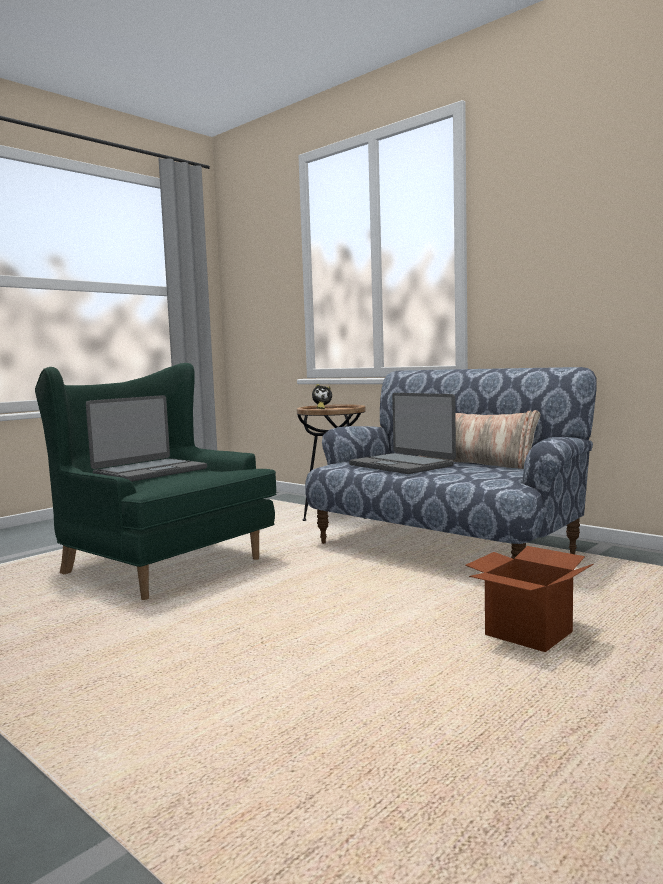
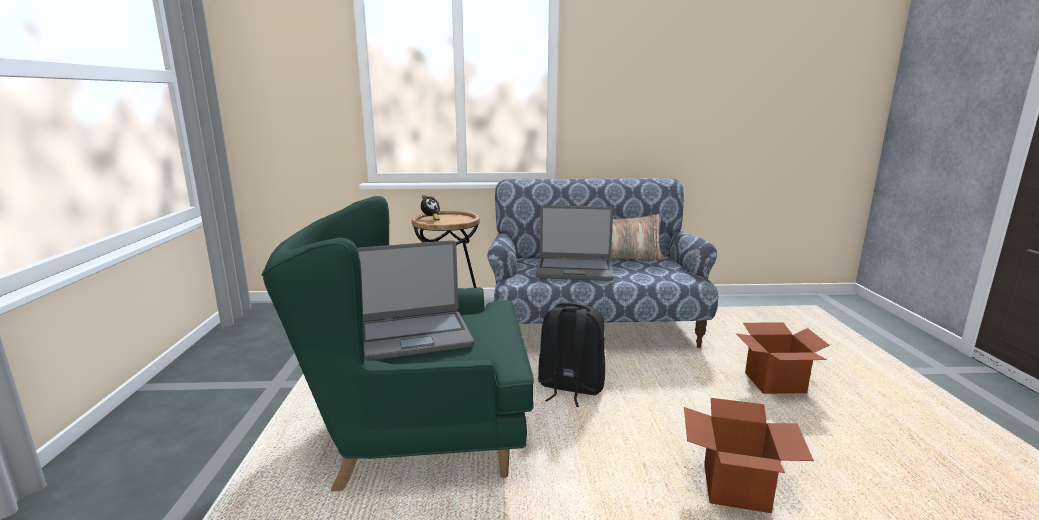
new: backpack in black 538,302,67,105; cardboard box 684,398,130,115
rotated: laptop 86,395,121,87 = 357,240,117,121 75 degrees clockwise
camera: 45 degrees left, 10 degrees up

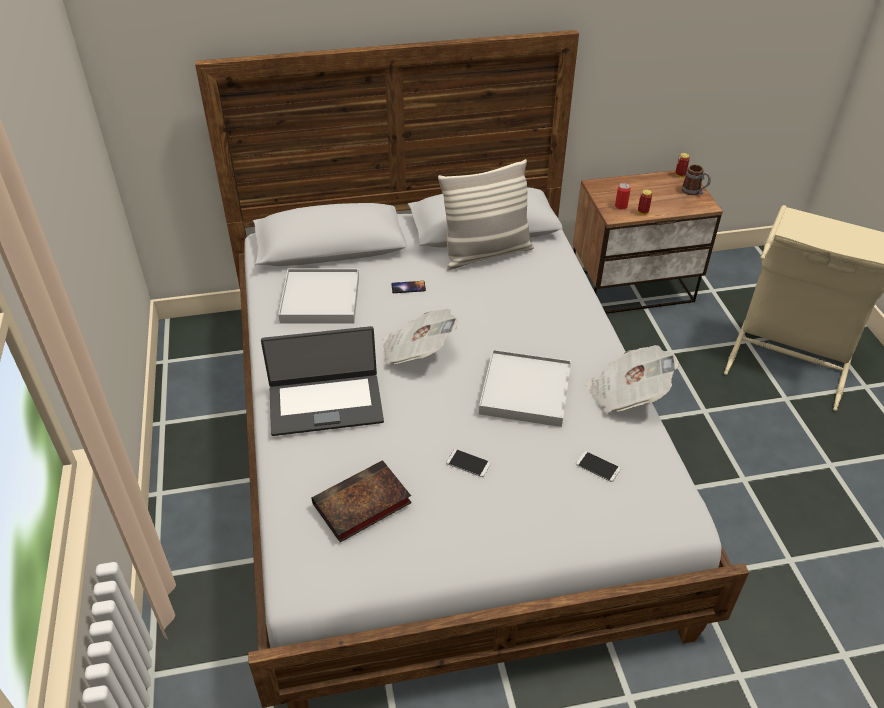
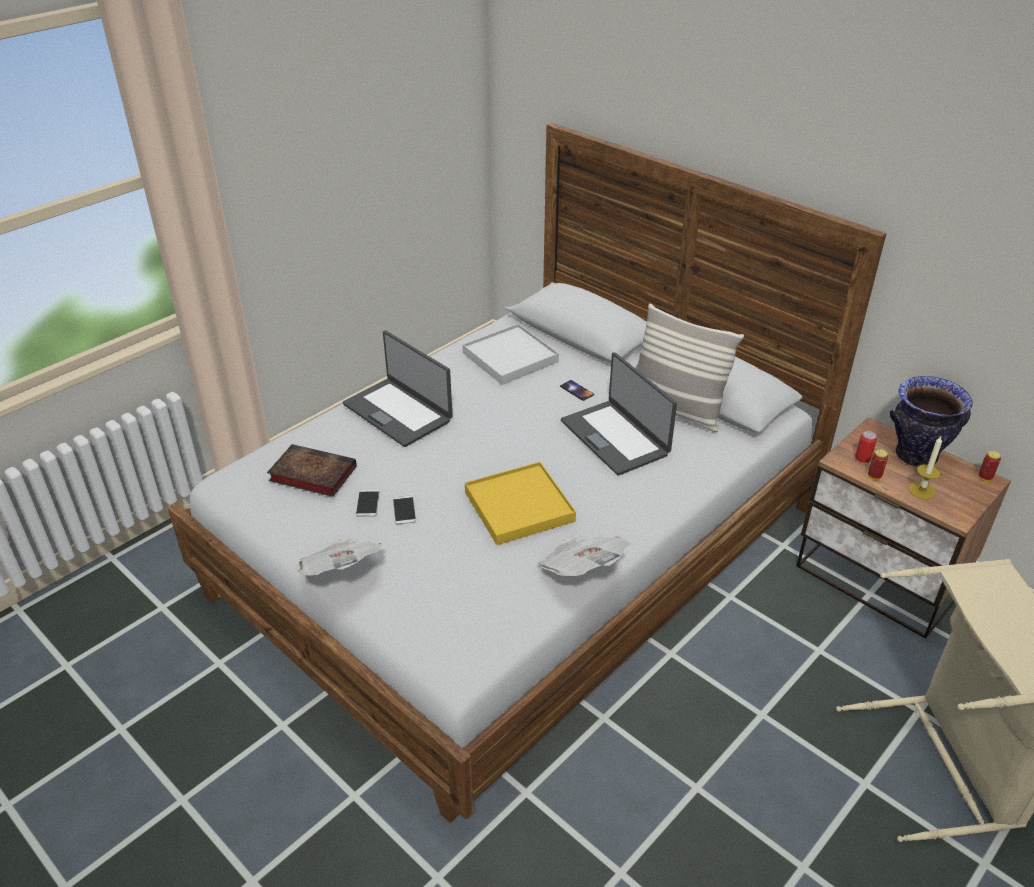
gone: tea mug 682,165,29,30
new: laptop 561,352,116,124; vase 890,376,82,91; wax candle 908,436,34,63
shifted: daily paper 382,308,76,57 to 297,538,85,38; phone 576,451,45,31 to 356,490,23,27
repainted: tray in white-coloured 479,350,92,77 to tray in yellowish 465,462,111,83
camera: 55 degrees right, 5 degrees down

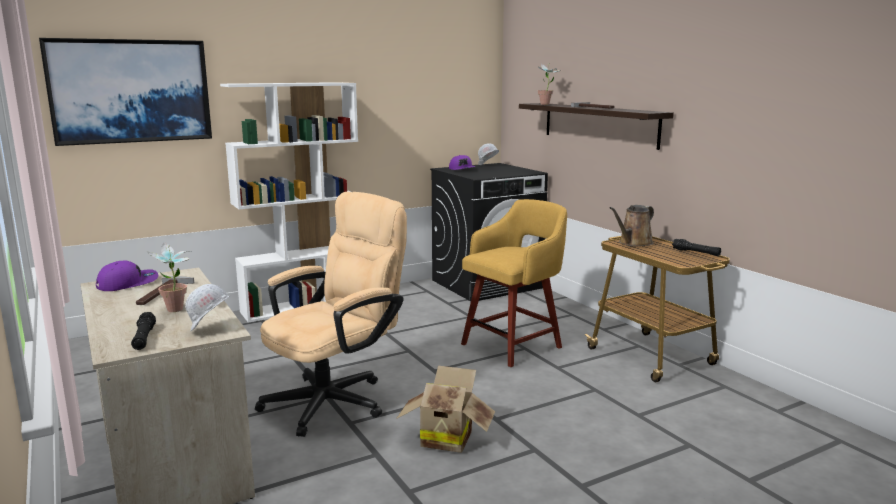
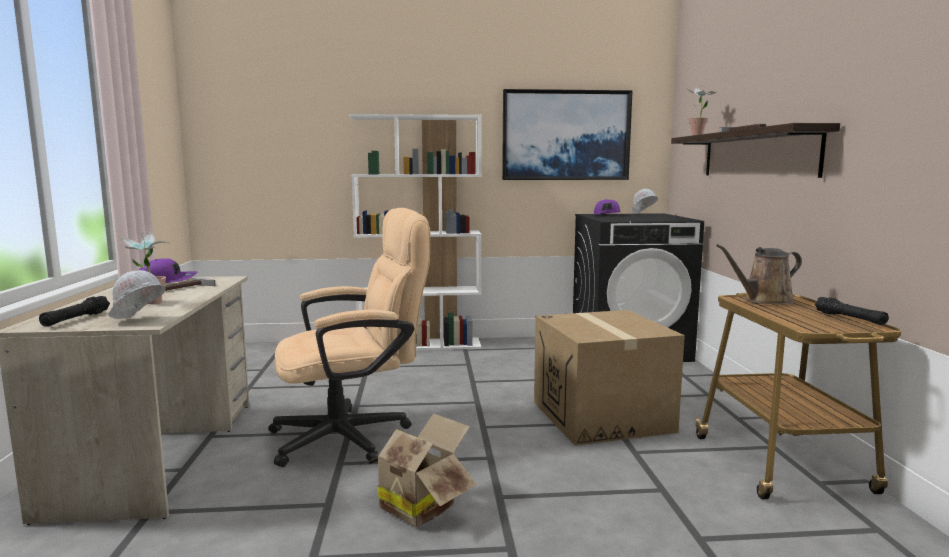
shifted: wall picture 39,38,173,108 to 502,89,131,91
swapped: sitting stool in yellowish 461,199,106,168 to cardboard box 534,310,151,135
camera: 25 degrees right, 5 degrees down

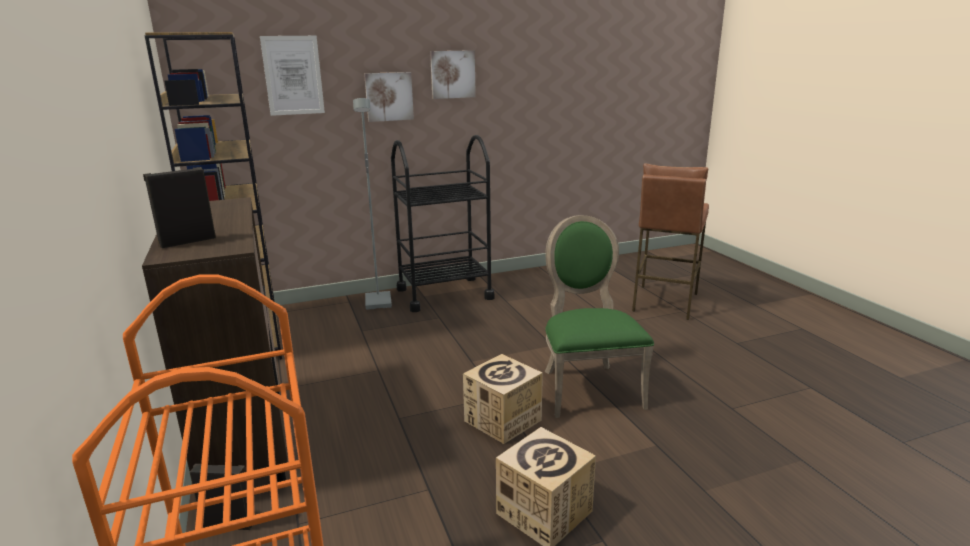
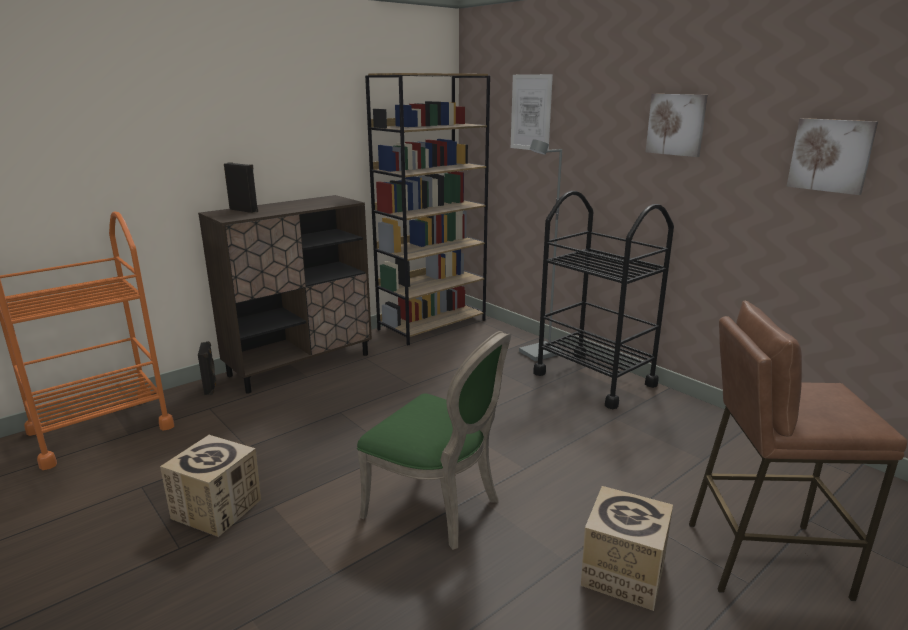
shifted: wall picture 364,72,50,50 to 786,118,92,77; cardboard box 463,354,80,90 to 581,486,92,125
rotated: upright chair in green-coloured 545,215,109,203 = 357,331,154,219 60 degrees clockwise
camera: 70 degrees right, 0 degrees up

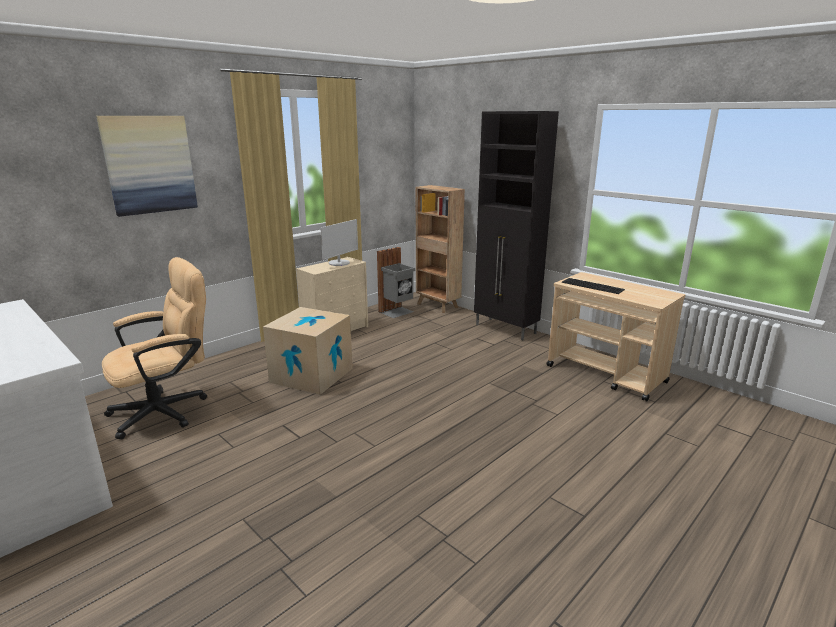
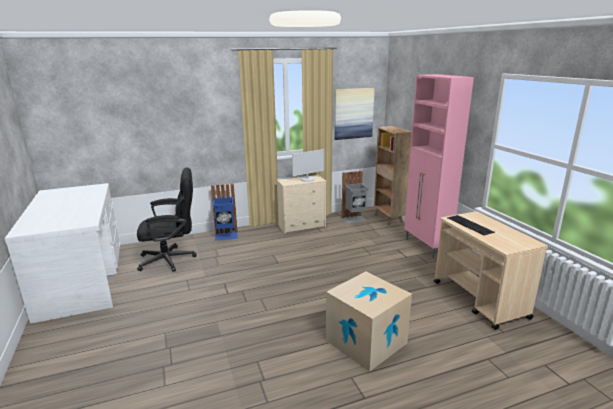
new: trash can in blue 211,184,27,56
shifted: wall picture 96,116,102,101 to 334,88,40,52; cardboard box 263,307,90,88 to 326,271,86,100
repainted: cabinet in black 474,111,85,229 to cabinet in pinkish 404,74,70,184; office chair in sand-coloured 102,257,105,182 to office chair in black 137,168,60,104
camera: 25 degrees right, 0 degrees up

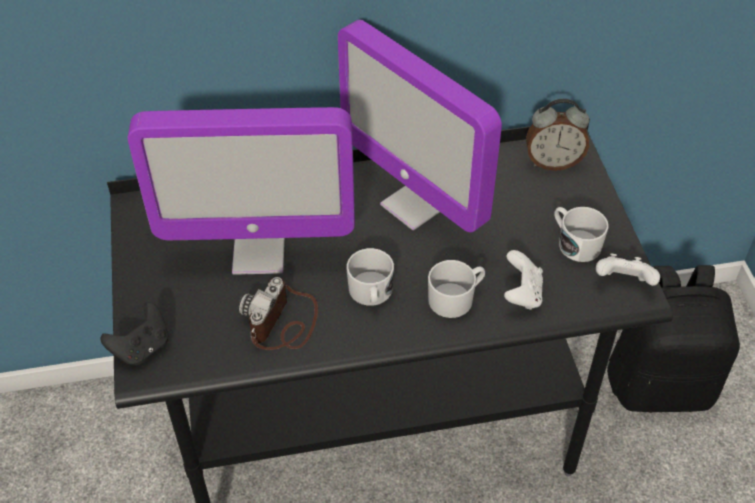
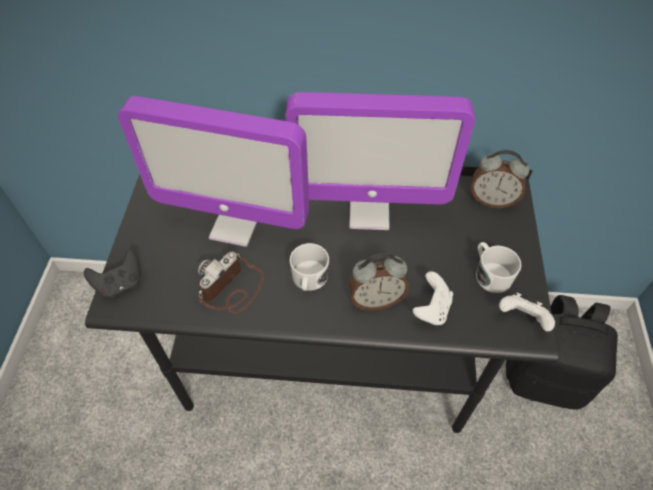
swapped: tea mug in white-coloured 428,260,57,58 to table clock 348,254,61,57
rotated: computer display 338,20,164,212 = 285,92,190,138 60 degrees counterclockwise
camera: 15 degrees right, 5 degrees up

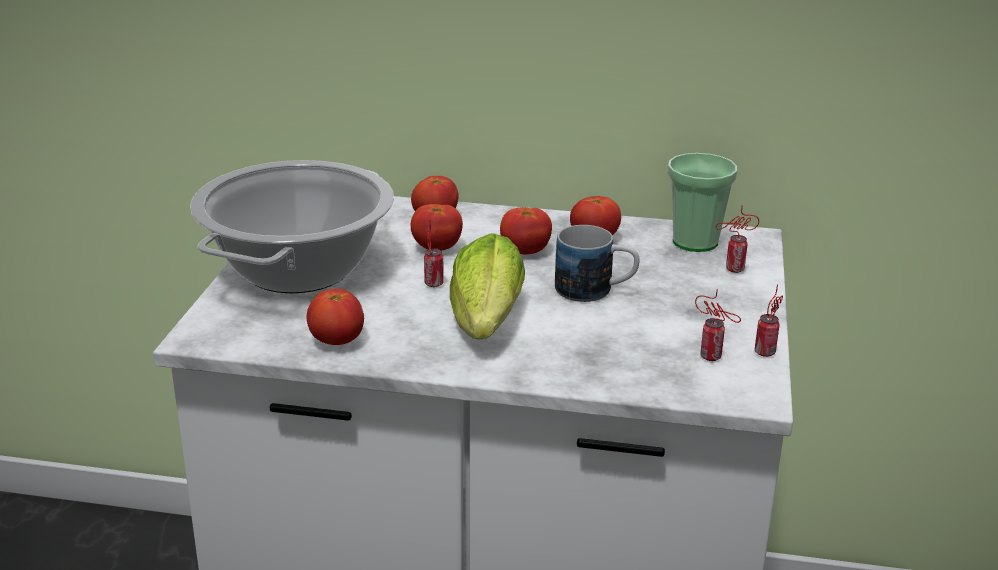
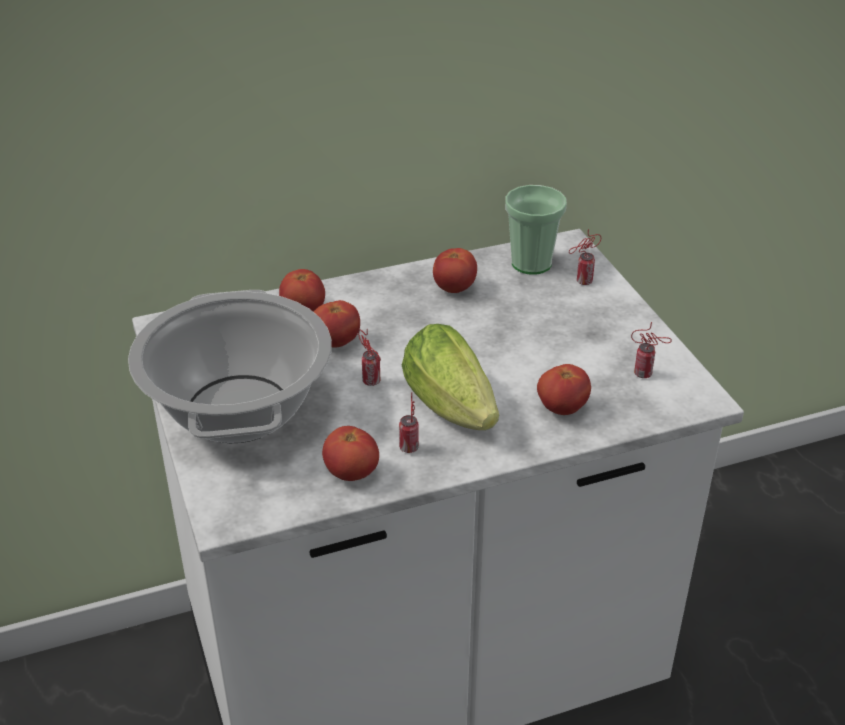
gone: tea mug 555,225,84,77
shifted: whole tomato 500,208,52,46 to 537,364,54,51; can 755,284,28,73 to 399,392,20,61
camera: 30 degrees left, 10 degrees up

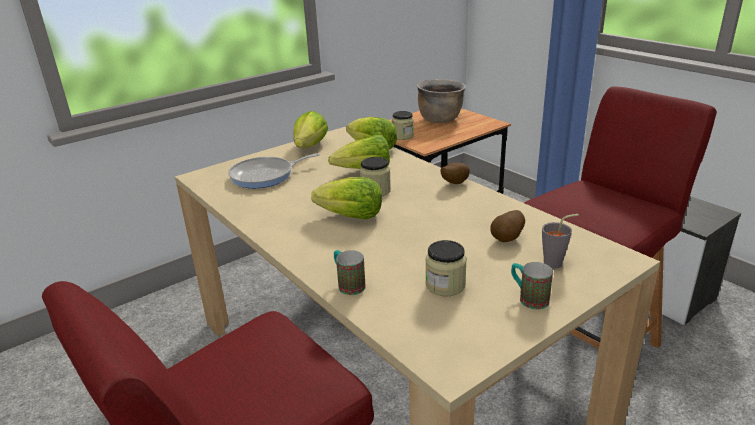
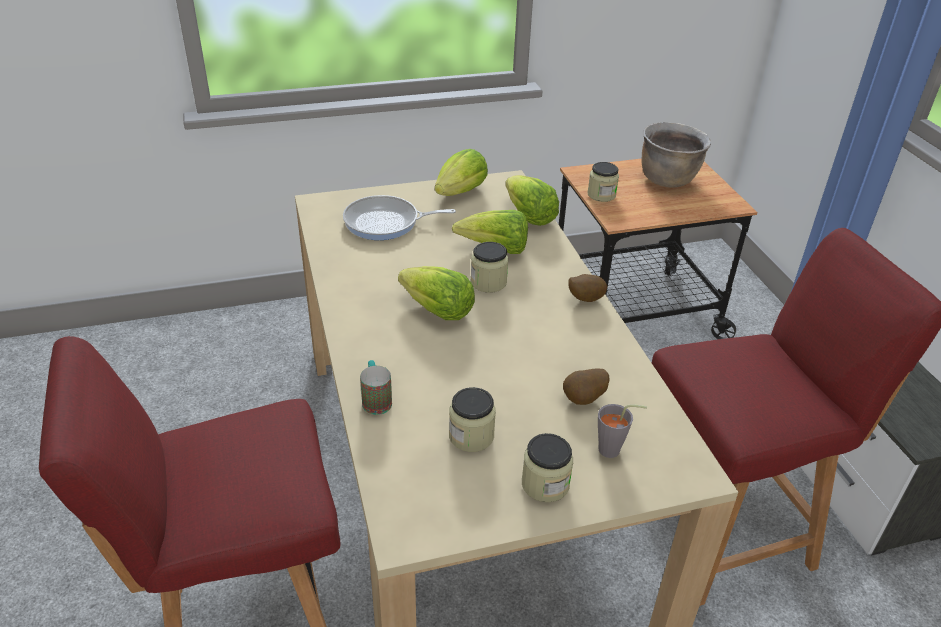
swapped: tea mug 511,262,42,48 to jar 522,433,51,69
camera: 20 degrees right, 10 degrees up

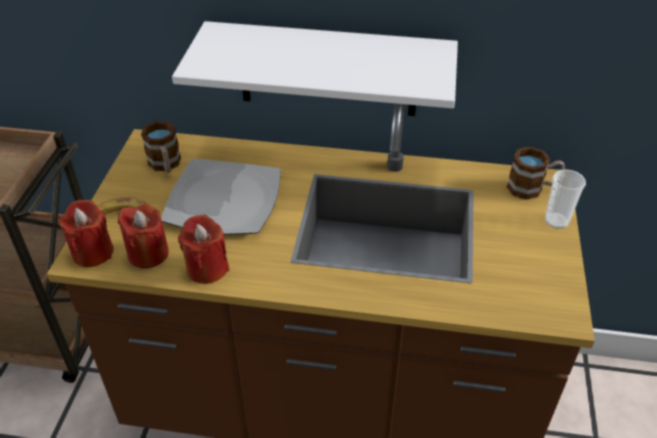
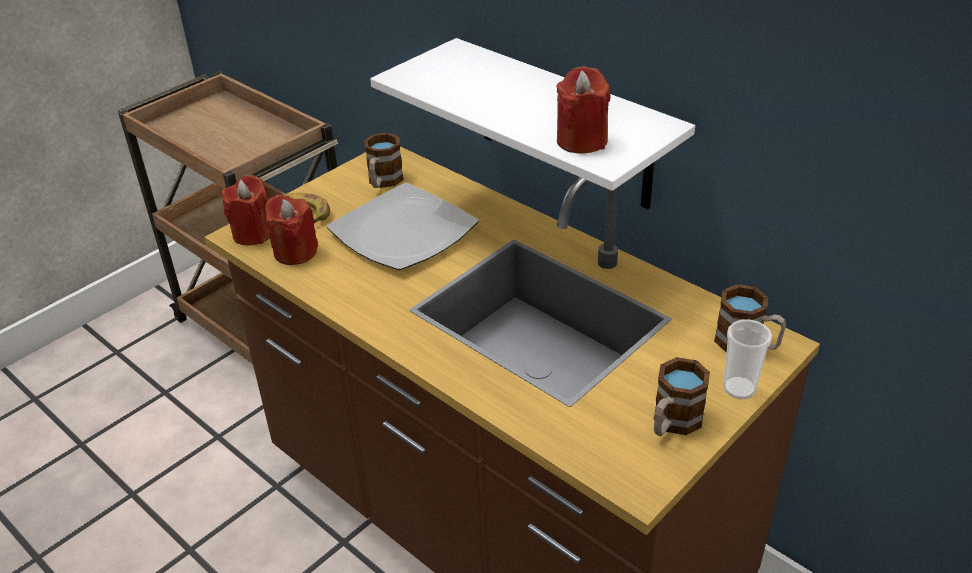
new: tea mug 654,357,56,79
shifted: wax candle in reddish 178,215,51,69 to 556,66,55,87
camera: 35 degrees right, 5 degrees down

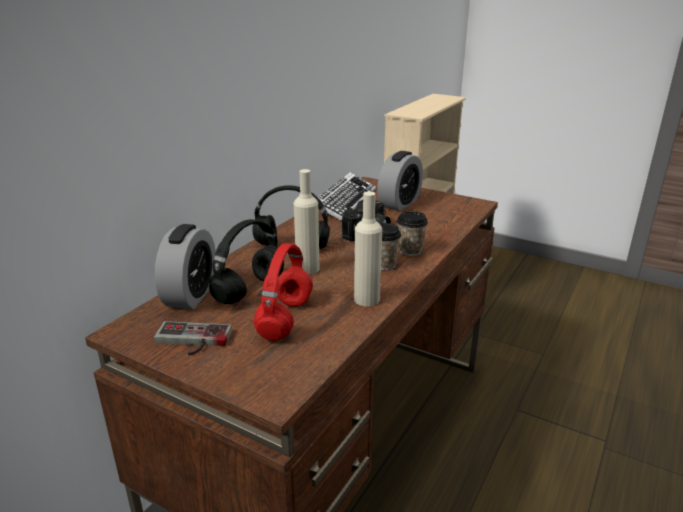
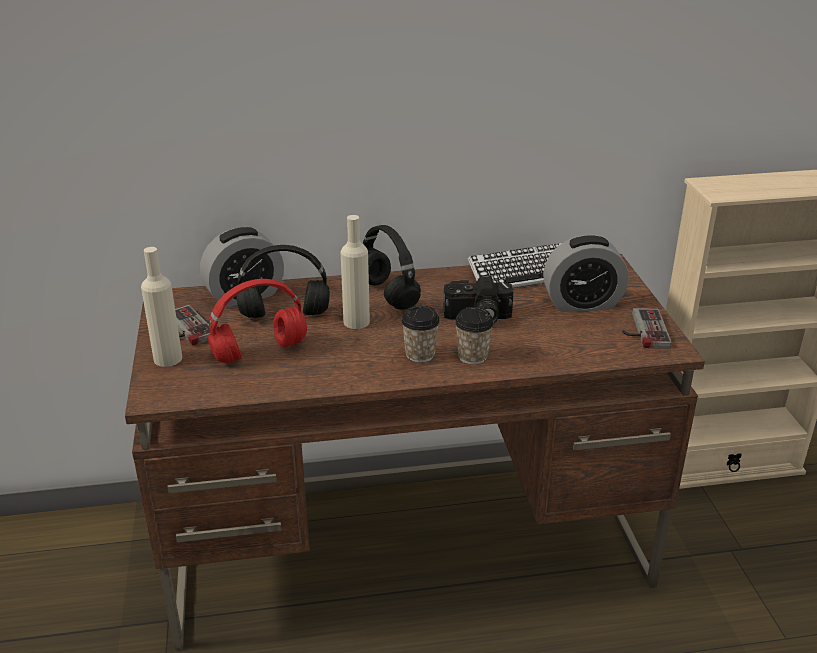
new: joypad 622,308,50,41
shifted: beverage bottle in sand-coloured 354,191,28,115 to 141,247,41,120
camera: 50 degrees right, 5 degrees up

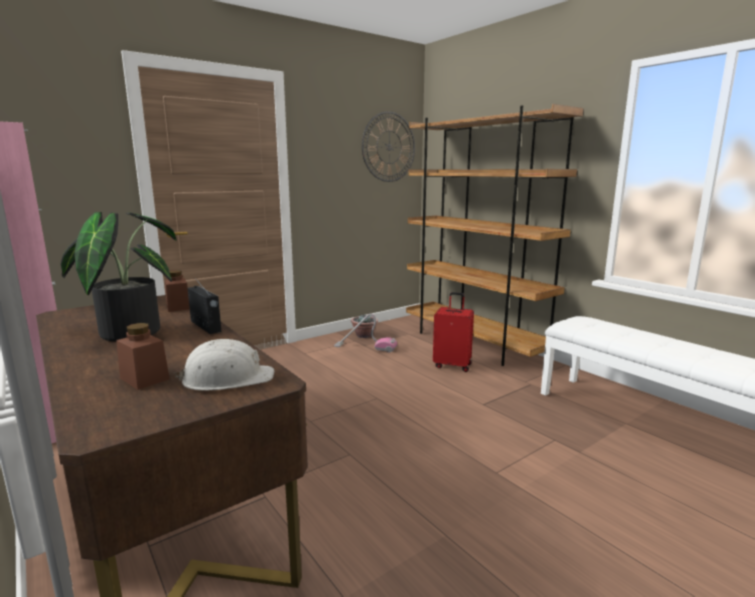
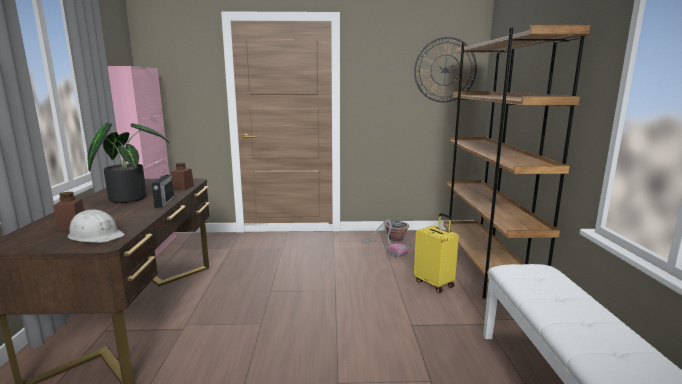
repainted: travel case in reddish 433,292,41,80 to travel case in yellowish 414,213,45,80
camera: 35 degrees right, 0 degrees up

